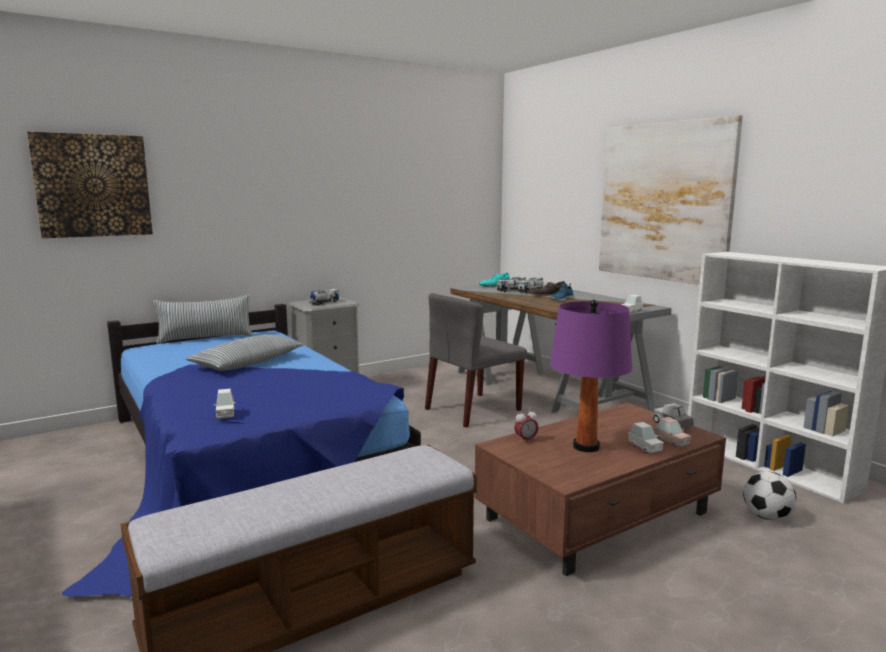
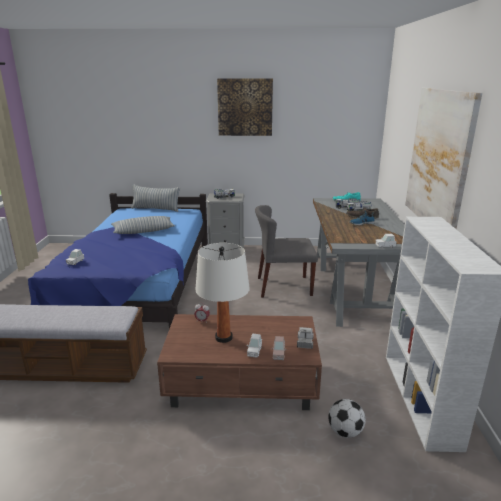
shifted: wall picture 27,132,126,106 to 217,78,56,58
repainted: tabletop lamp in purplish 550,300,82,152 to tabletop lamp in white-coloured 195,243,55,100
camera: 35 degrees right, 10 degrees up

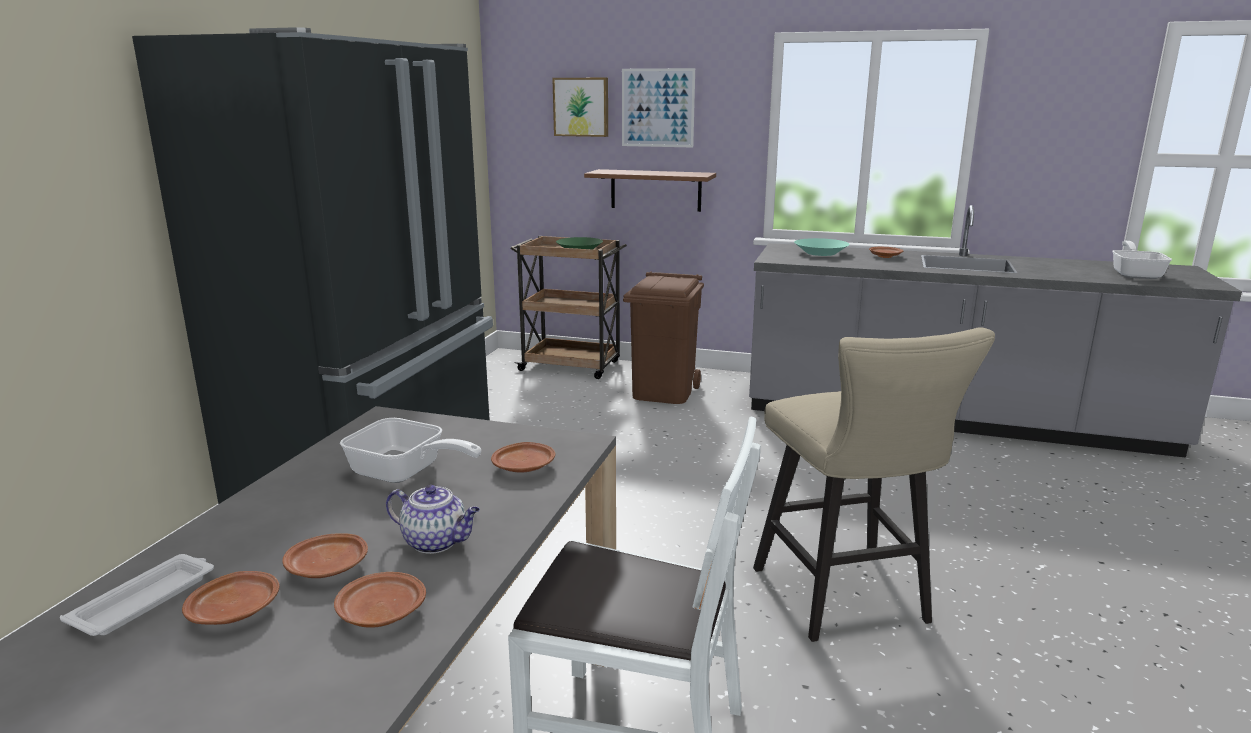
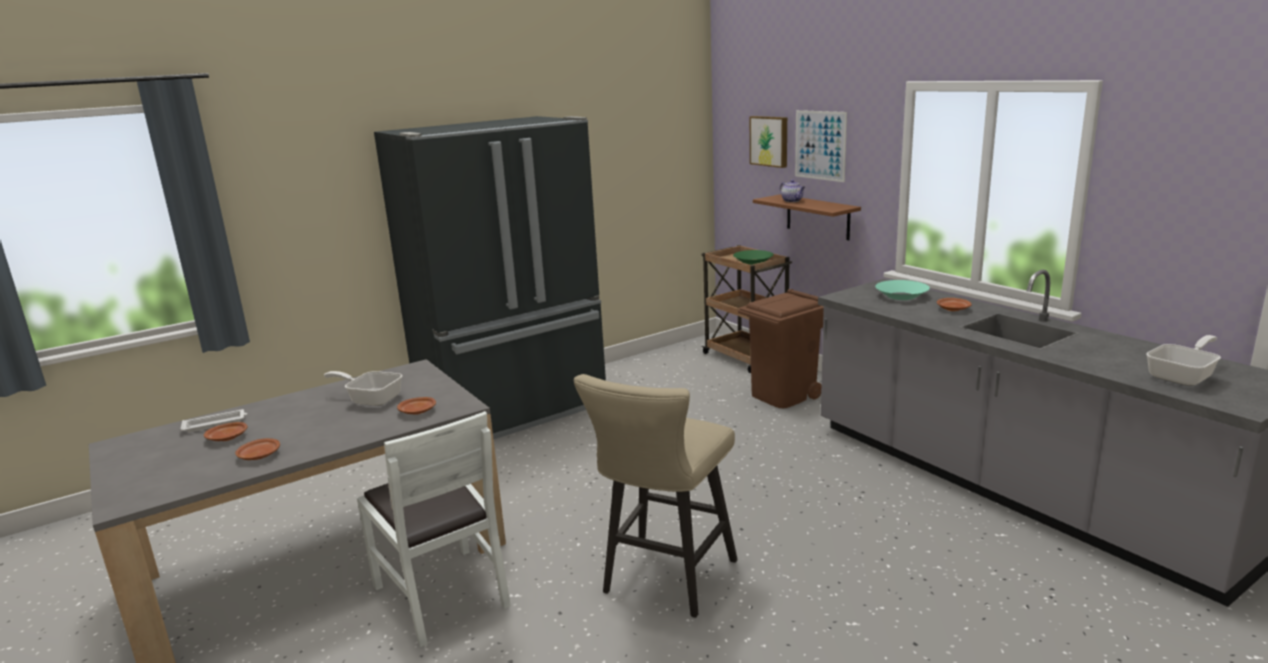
gone: plate in brown 282,533,86,45
shifted: pot for tea 386,485,94,69 to 780,180,25,22
rotated: pan 340,418,141,65 = 324,371,78,35 135 degrees clockwise
camera: 40 degrees right, 0 degrees up

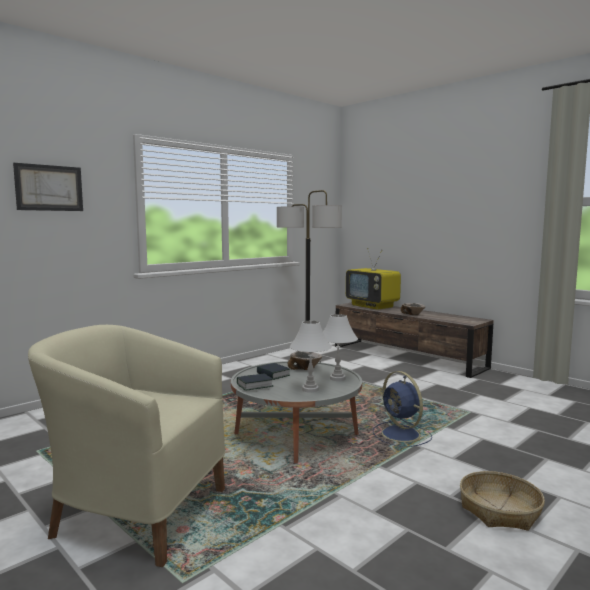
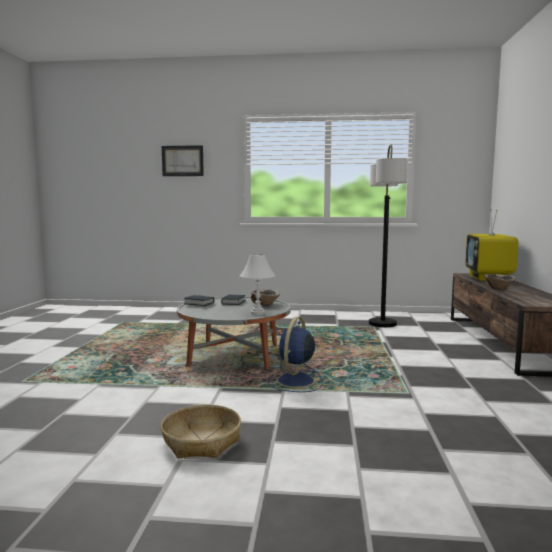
gone: tabletop lamp in white-coloured 290,321,42,72; easy chair in sand-coloured 28,325,197,242
camera: 50 degrees right, 0 degrees up

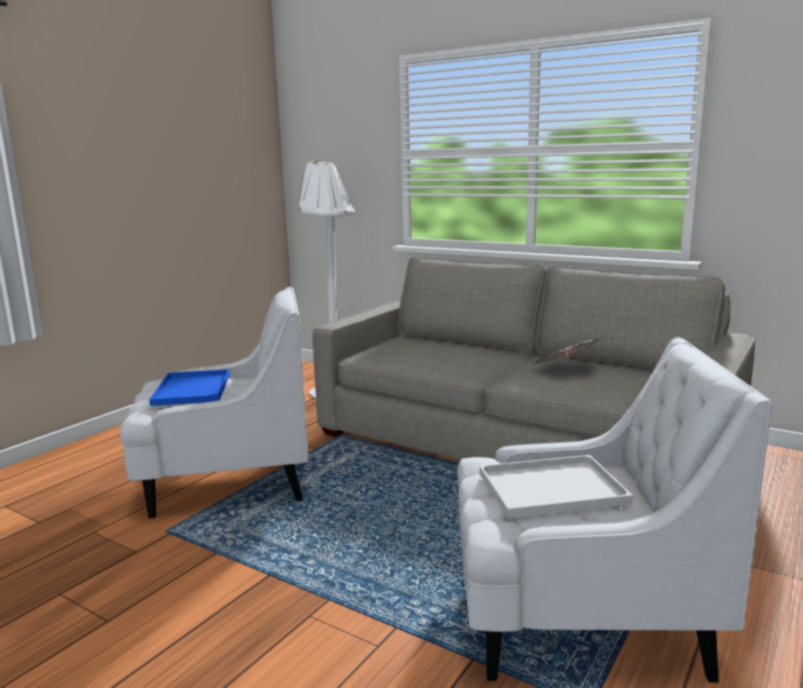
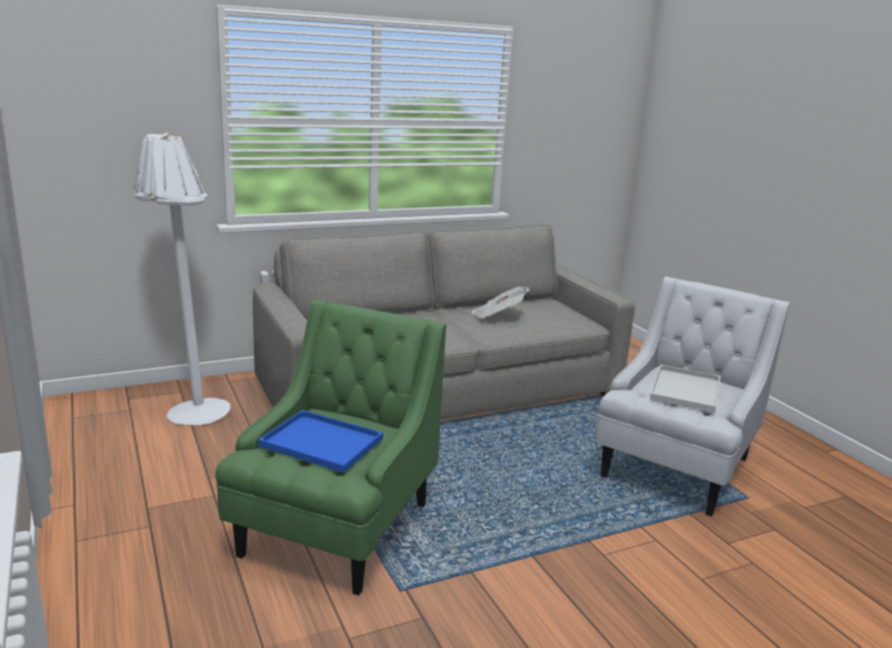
repainted: easy chair in white-coloured 120,287,189,231 to easy chair in green-coloured 215,299,231,297
camera: 60 degrees left, 5 degrees up

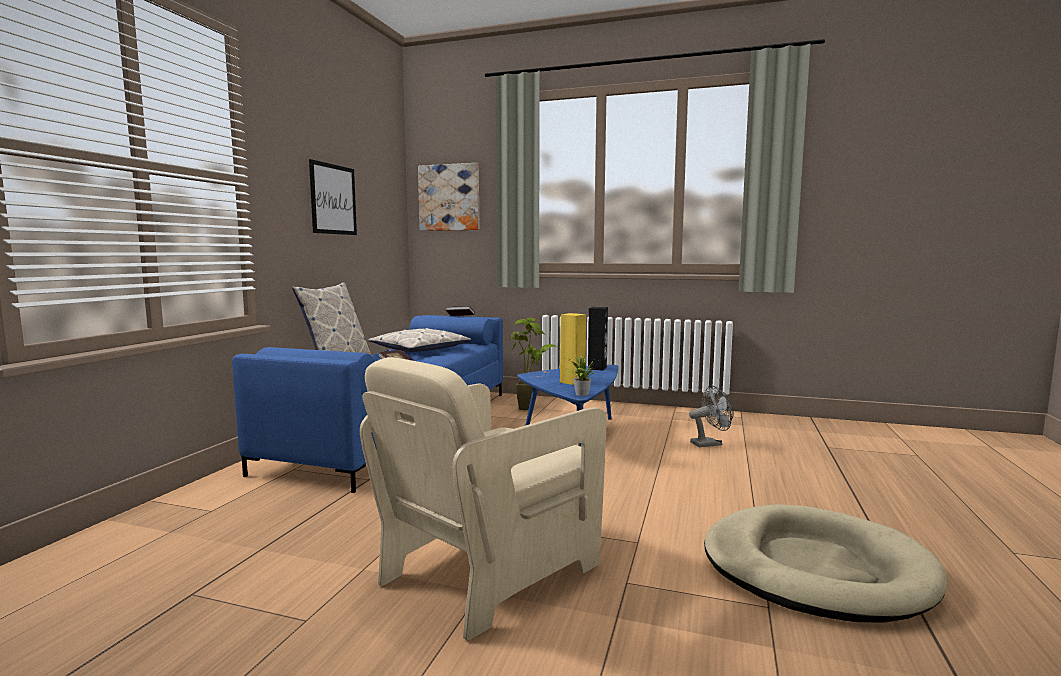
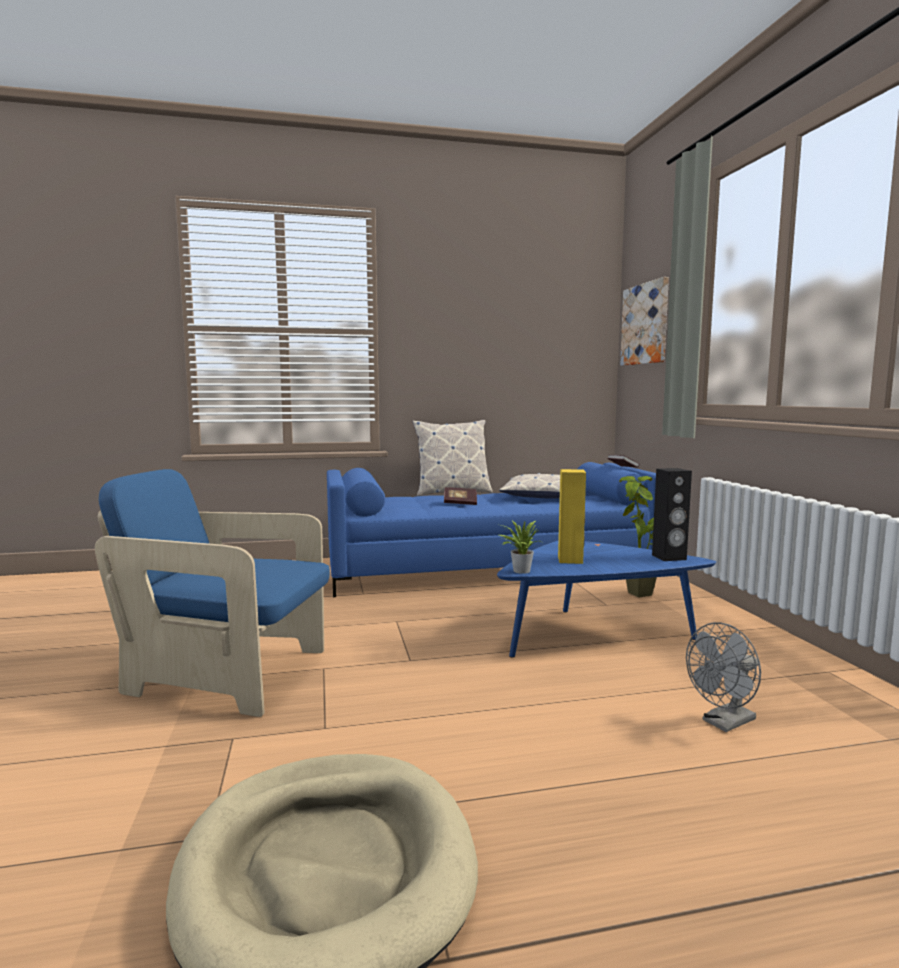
gone: wall picture 309,159,48,76
repainted: easy chair in sand-coloured 360,357,247,283 to easy chair in blue 95,469,235,248
rotated: electric fan in grey 689,386,45,61 = 686,622,75,110 105 degrees clockwise
camera: 60 degrees right, 0 degrees up

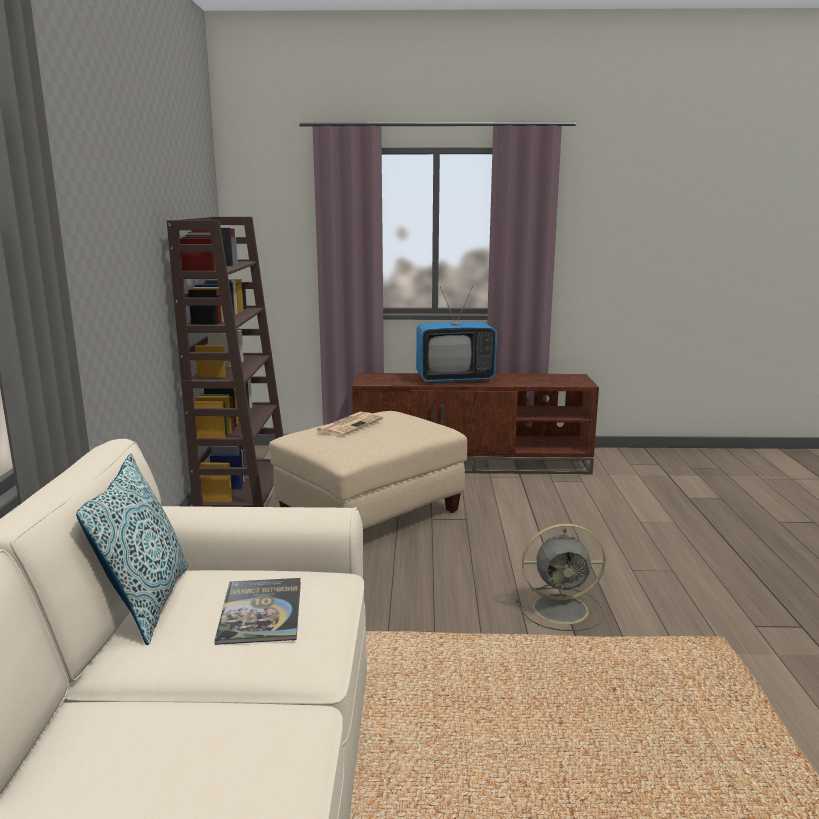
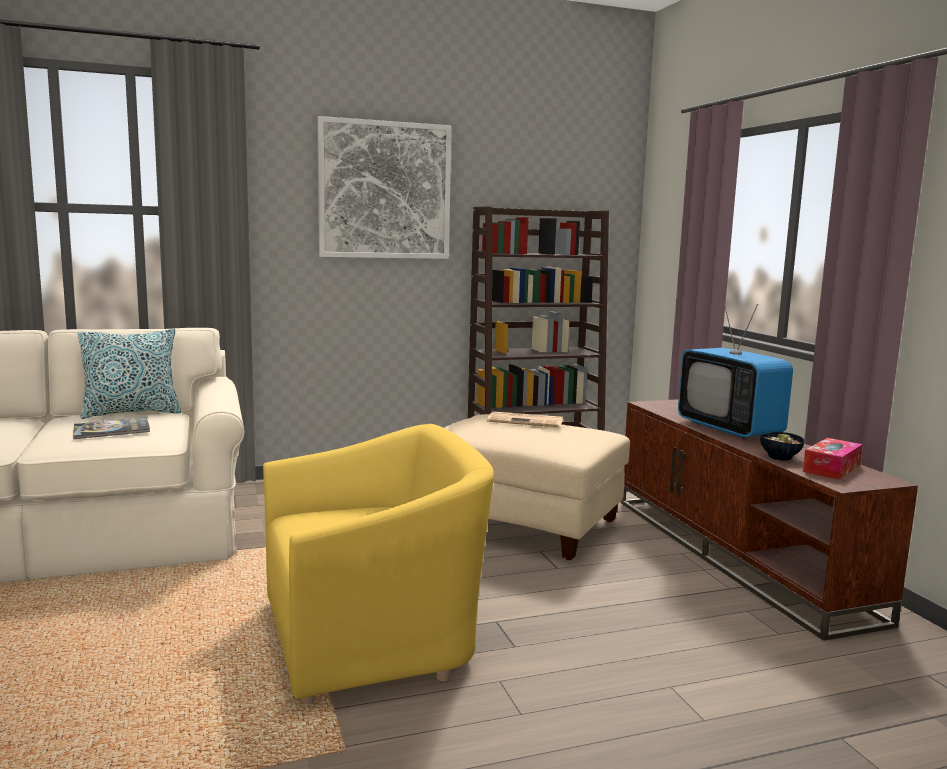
new: wall picture 317,116,135,143; serving bowl 760,432,45,28; tissue box 803,438,60,42
swapped: electric fan in grey 516,524,90,107 to easy chair in yellowish 263,424,231,280
camera: 70 degrees right, 5 degrees down

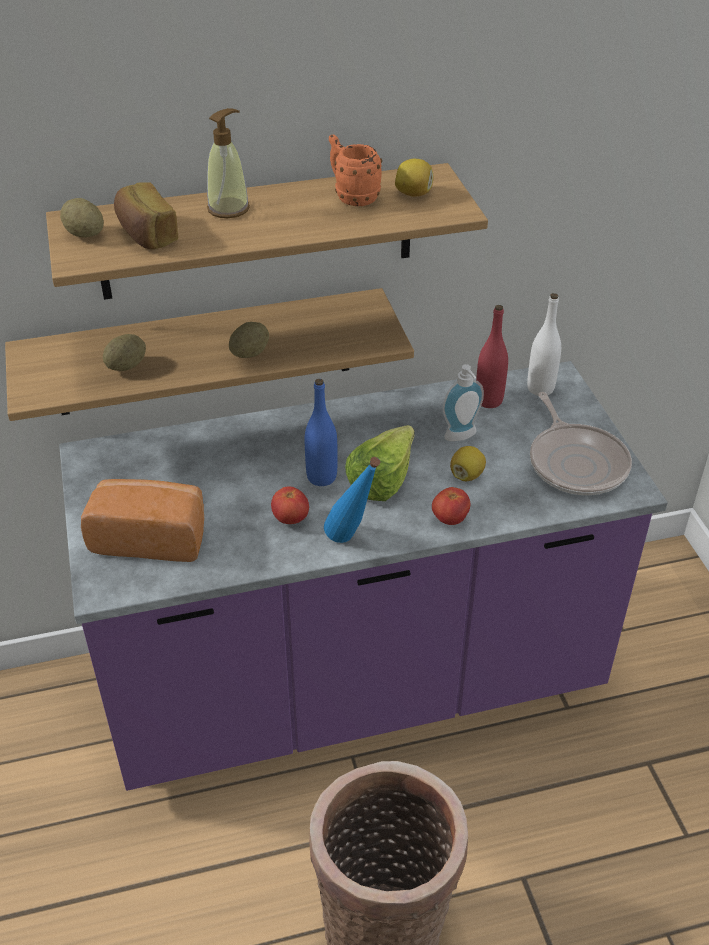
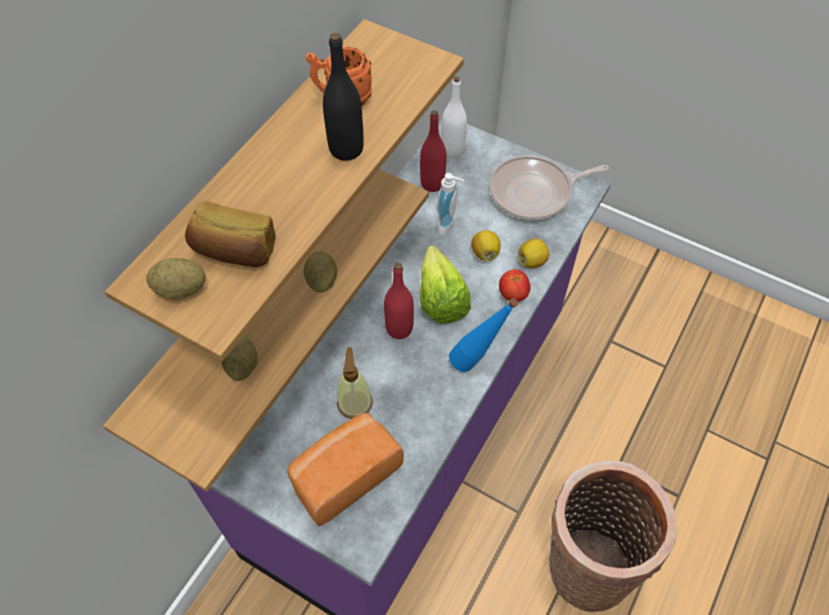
gone: whole tomato 271,487,38,37
new: beverage bottle in black 323,33,41,128
shifted: soap bottle 207,108,43,110 to 337,347,36,72; citrus fruit 395,159,39,37 to 518,238,31,30
repainted: beverage bottle in blue 305,379,32,107 to beverage bottle in reddish 384,263,30,76
rotated: pan 530,392,102,103 = 490,155,119,66 135 degrees clockwise
camera: 45 degrees left, 15 degrees up

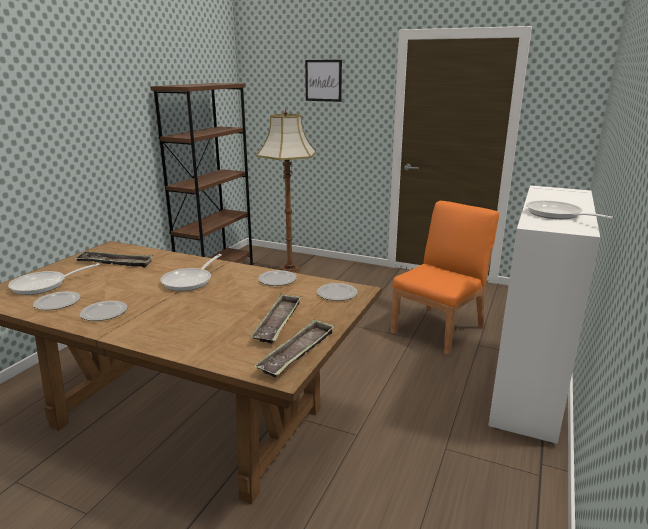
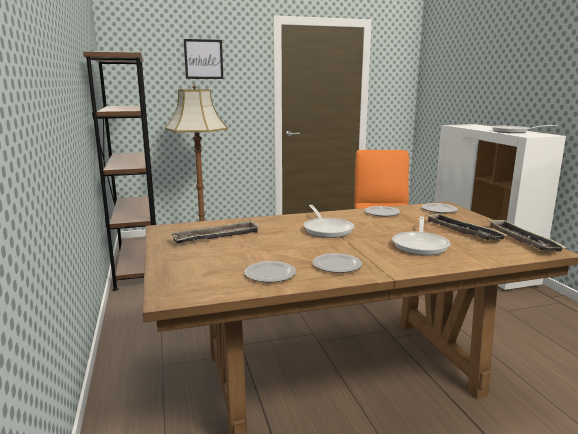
shifted: pan 8,263,92,32 to 392,216,59,39
camera: 40 degrees left, 5 degrees down

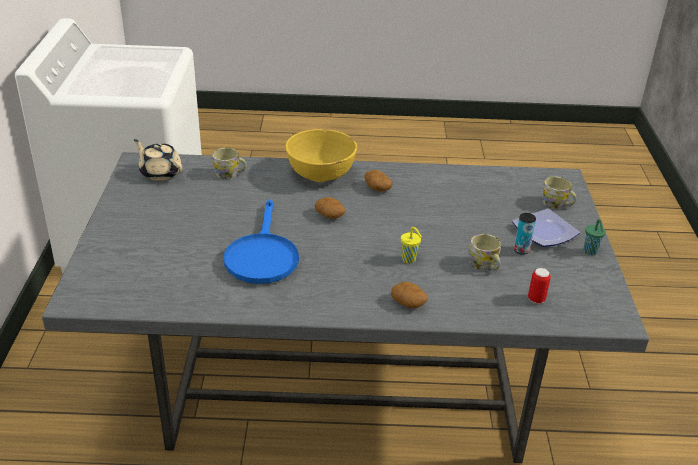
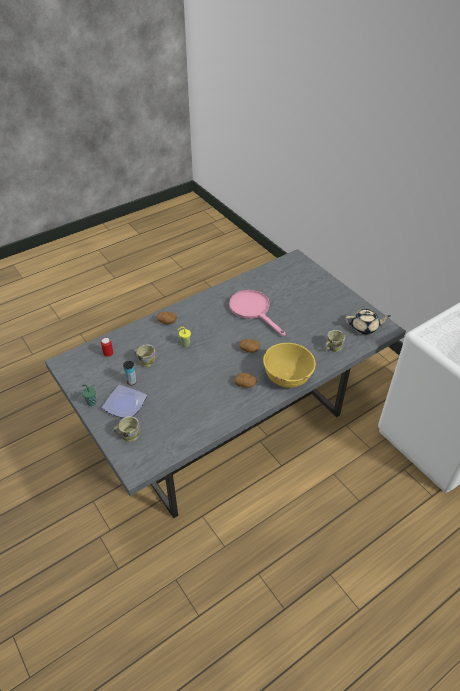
repainted: pan in blue 224,200,75,84 to pan in pinkish 229,290,57,46
camera: 145 degrees right, 10 degrees up

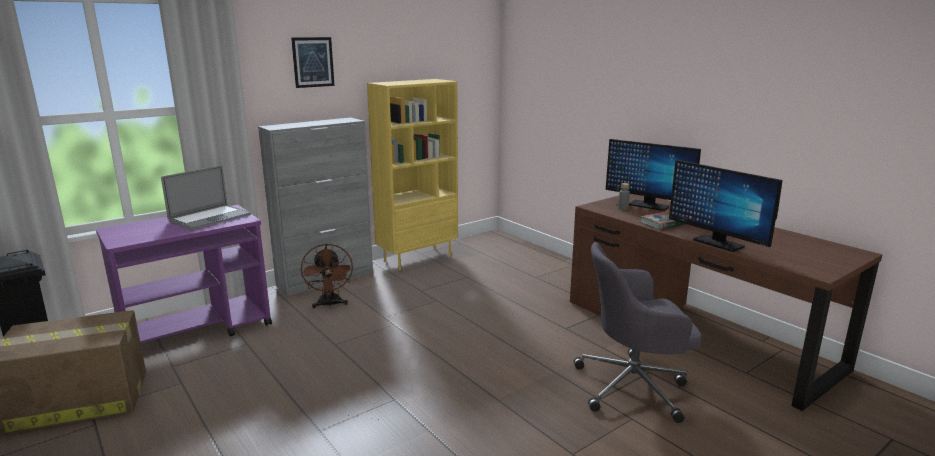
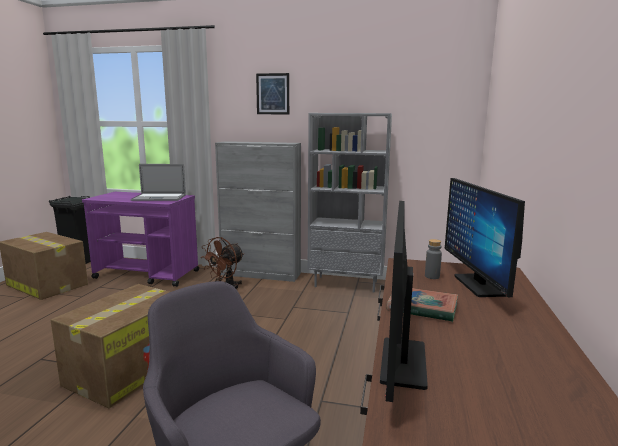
new: cardboard box 51,284,118,124
repainted: bookshelf in yellowish 367,79,91,192 to bookshelf in grey 307,113,85,180
camera: 50 degrees right, 5 degrees down

